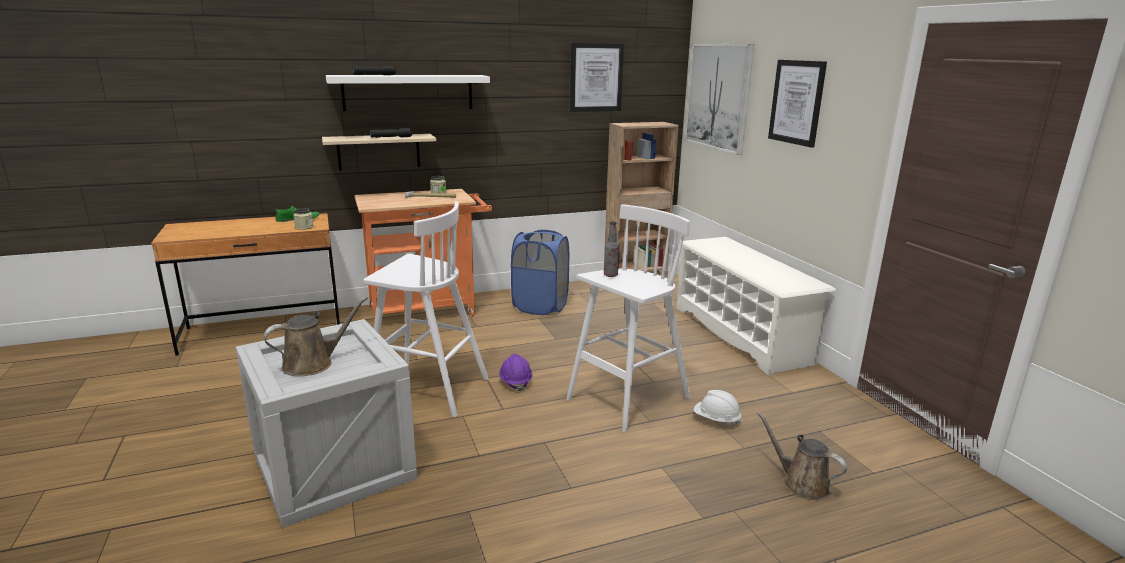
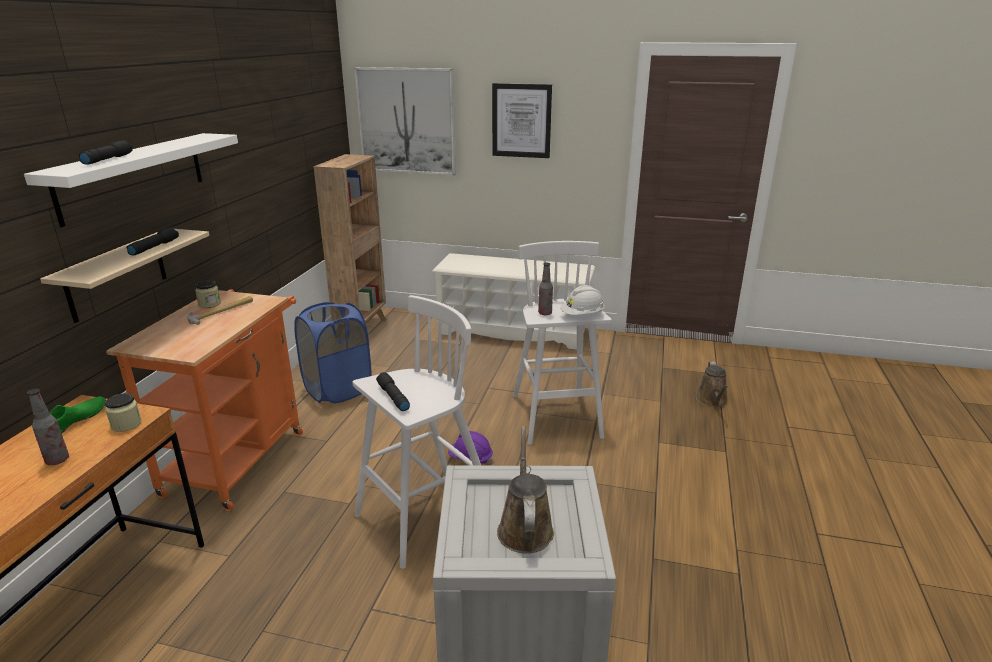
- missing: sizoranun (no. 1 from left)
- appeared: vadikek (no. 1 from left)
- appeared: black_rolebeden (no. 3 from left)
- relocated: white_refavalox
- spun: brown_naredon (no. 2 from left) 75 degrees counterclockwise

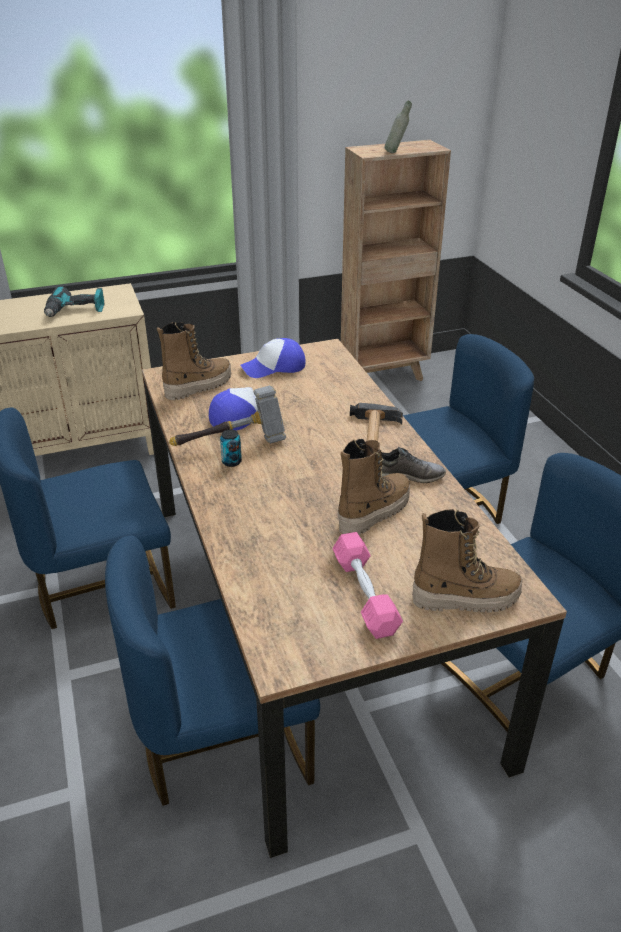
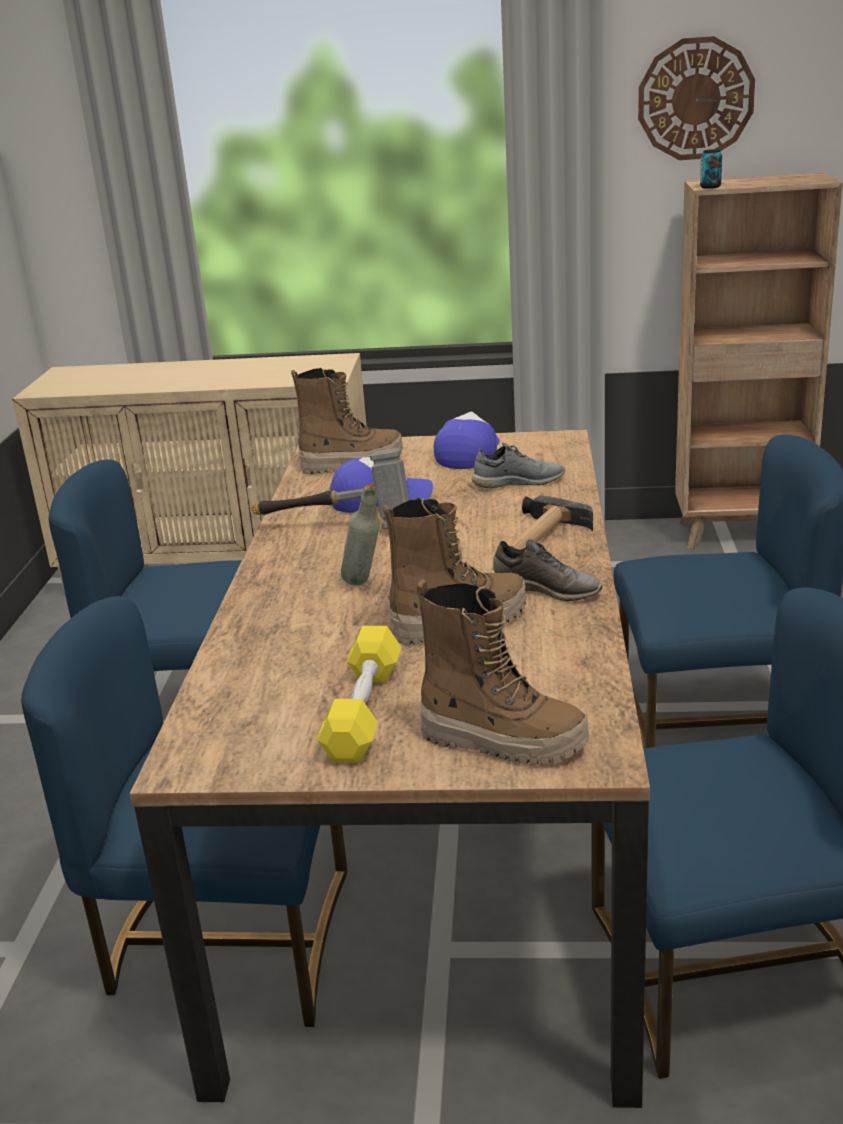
- missing: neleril
- appeared: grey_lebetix (no. 1 from left)
- appeared: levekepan
- relocated: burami
- relocated: grey_vadikek
- colour: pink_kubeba to yellow_kubeba
- spun: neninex (no. 2 from left) 105 degrees clockwise

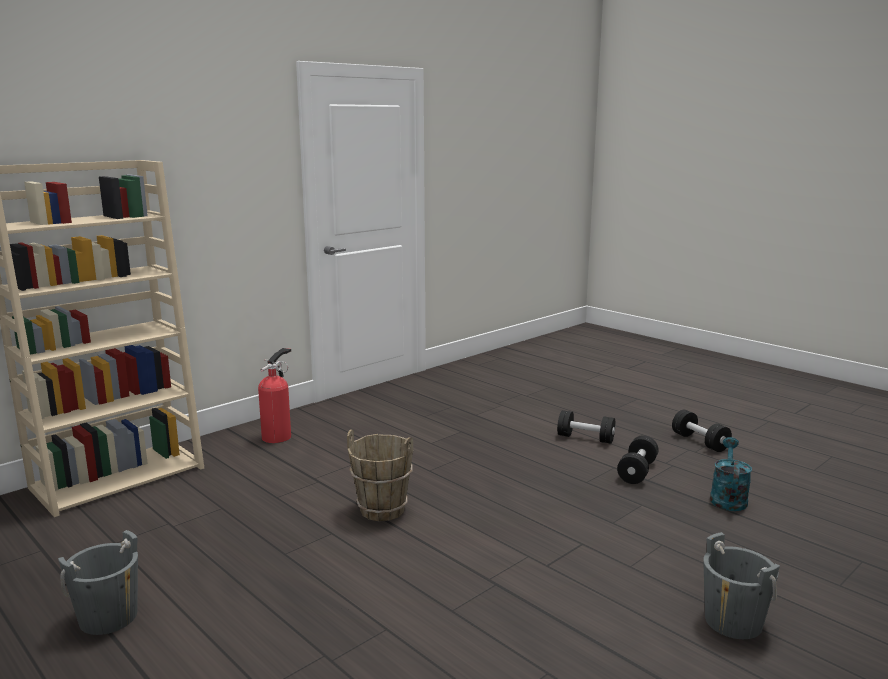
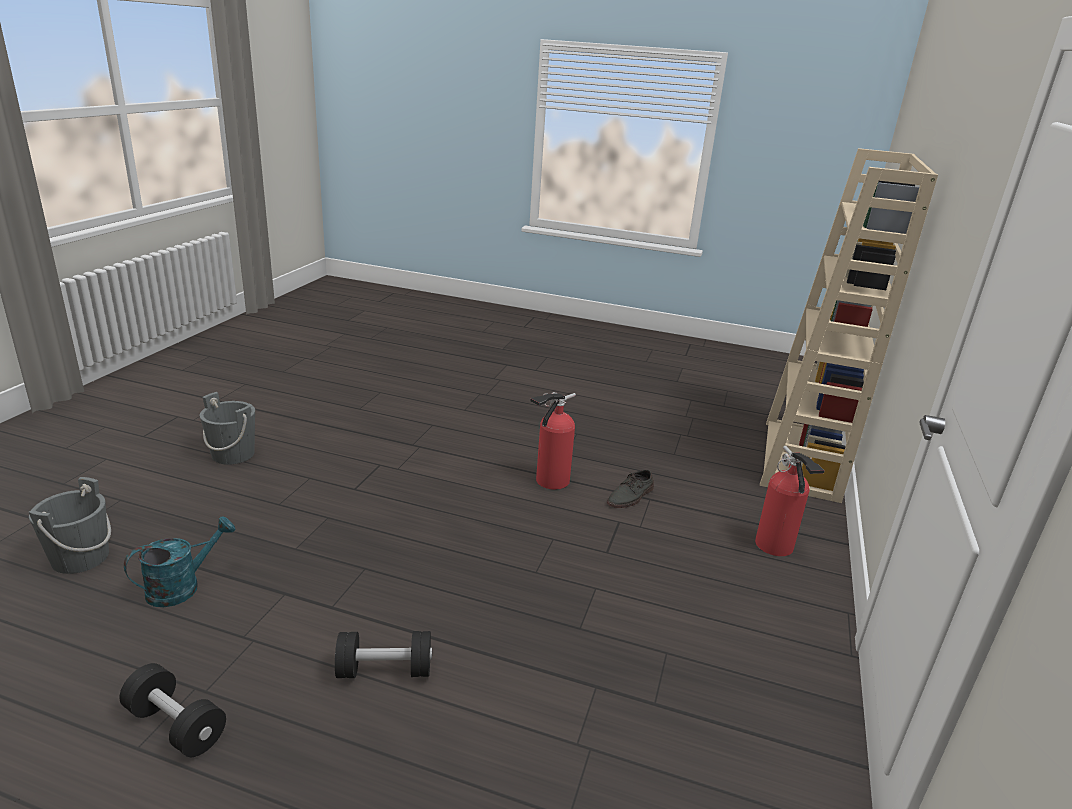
- missing: black_kubeba (no. 2 from left)
- appeared: grey_lebetix
- relocated: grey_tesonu (no. 1 from left)
- exchanged: brown_tesonu to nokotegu (no. 1 from left)
- spun: turquoise_naredon 120 degrees counterclockwise

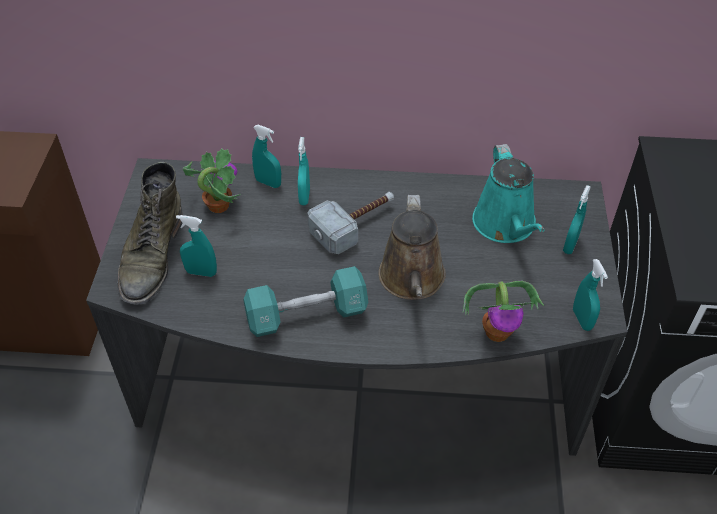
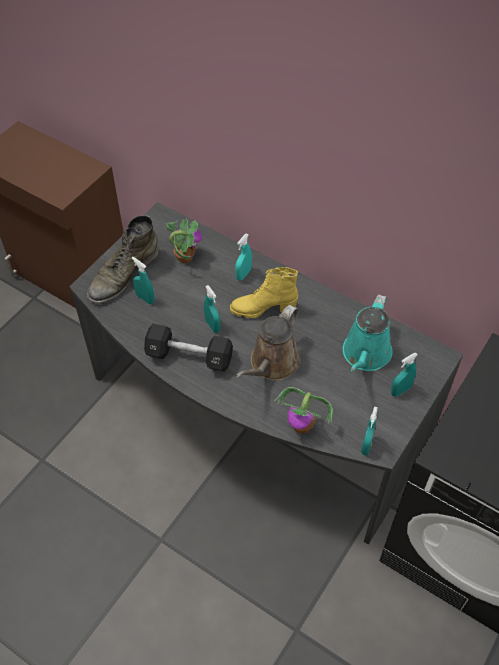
- relocated: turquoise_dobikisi (no. 2 from left)
- exchanged: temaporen to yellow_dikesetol
- colour: turquoise_kubeba to black_kubeba

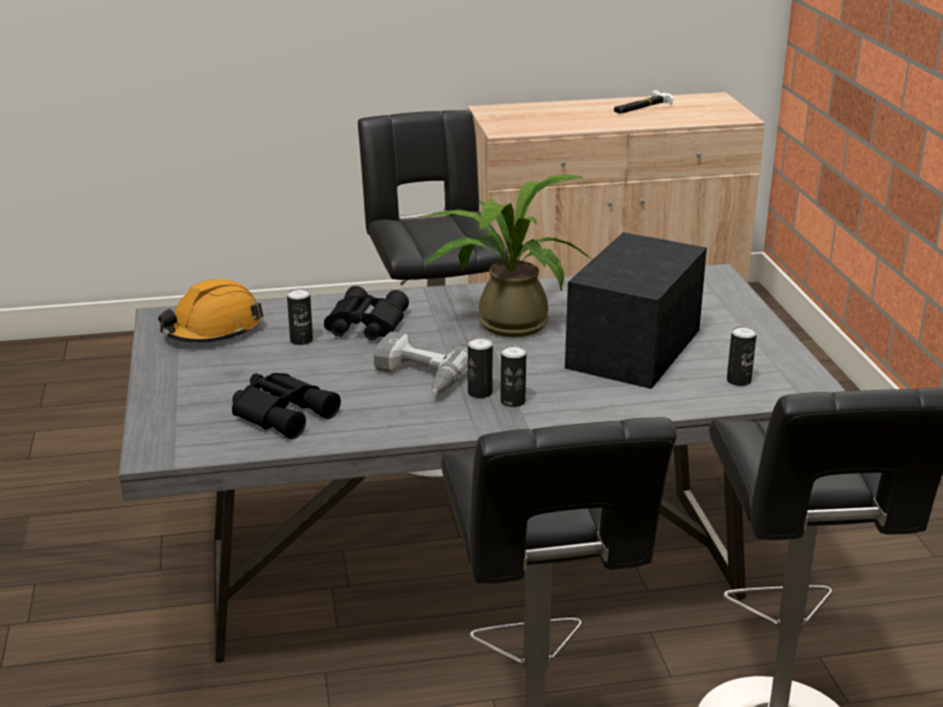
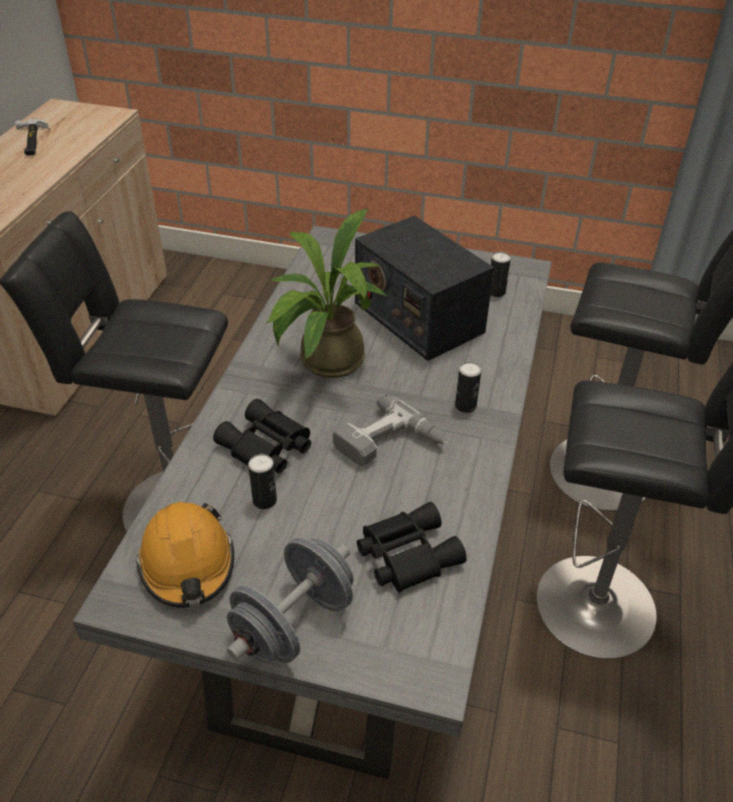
- missing: burami (no. 2 from left)
- appeared: grey_kubeba

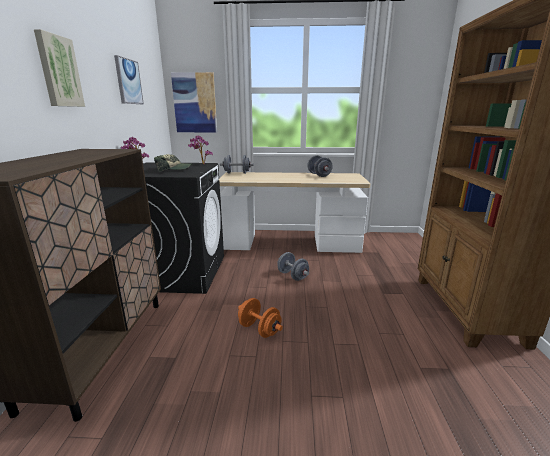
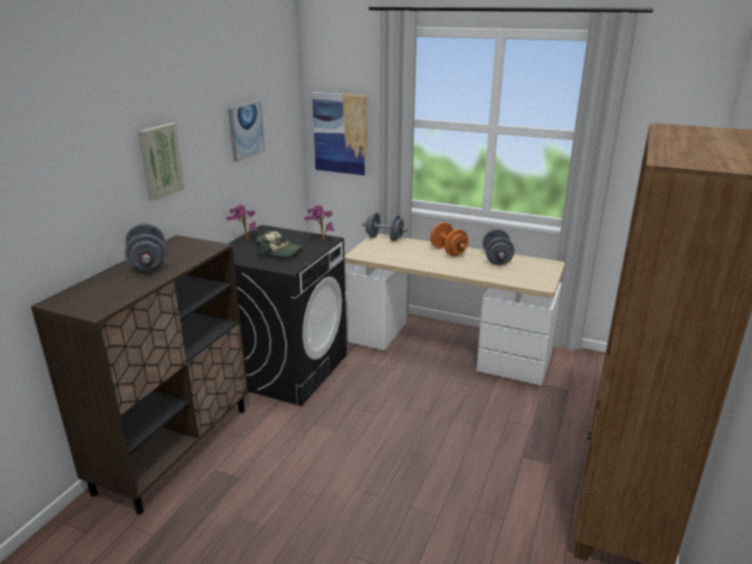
- relocated: orange_kubeba
- relocated: grey_kubeba (no. 2 from left in the first image) to grey_kubeba (no. 1 from left)

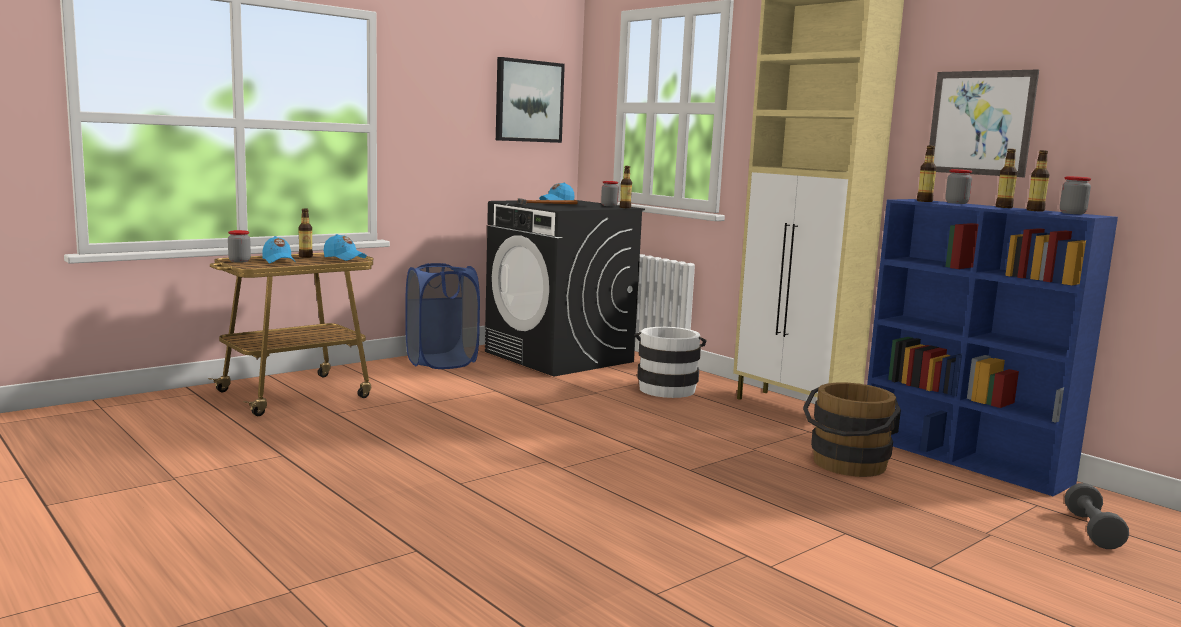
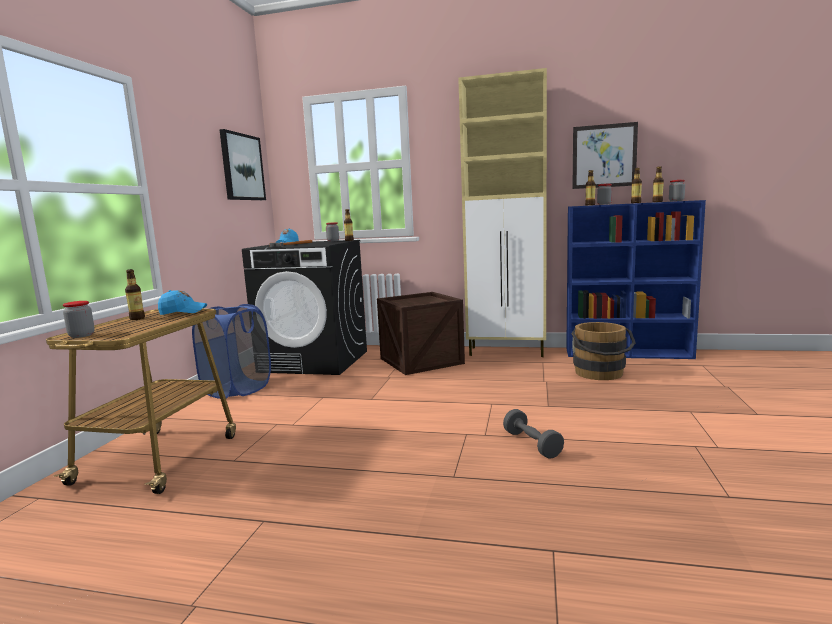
- missing: blue_neninex (no. 1 from left)
- relocated: grey_kubeba
- exchanged: white_tesonu to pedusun

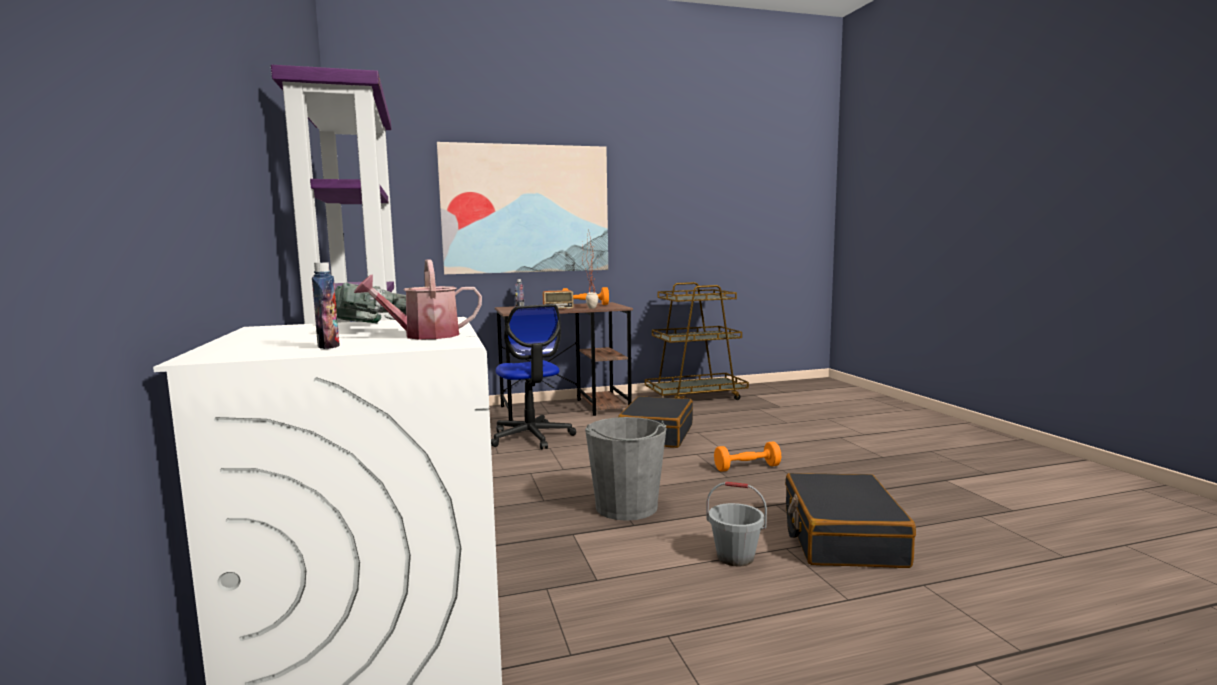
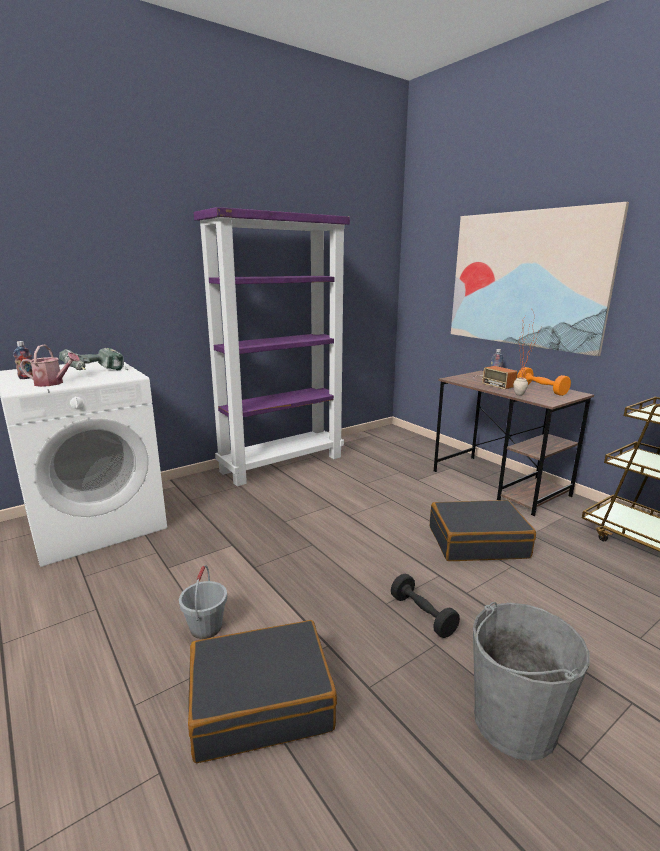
- missing: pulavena
- relocated: grey_tesonu (no. 1 from left in the first image) to grey_tesonu (no. 2 from left)
- colour: orange_kubeba (no. 2 from left) to black_kubeba
- spun: naredon 135 degrees clockwise

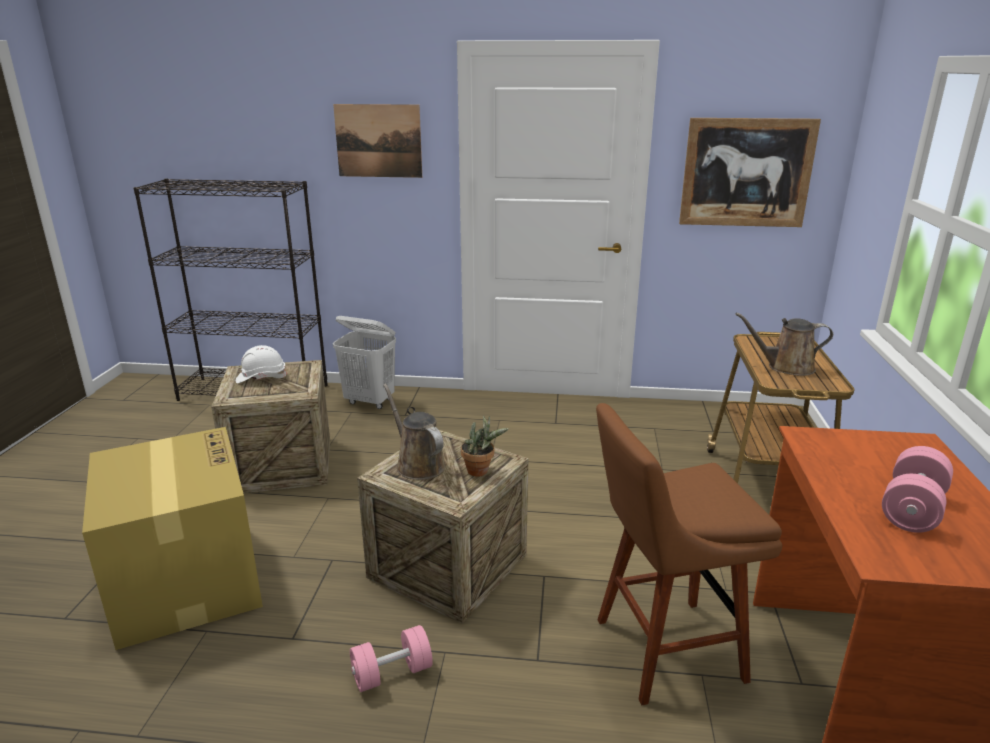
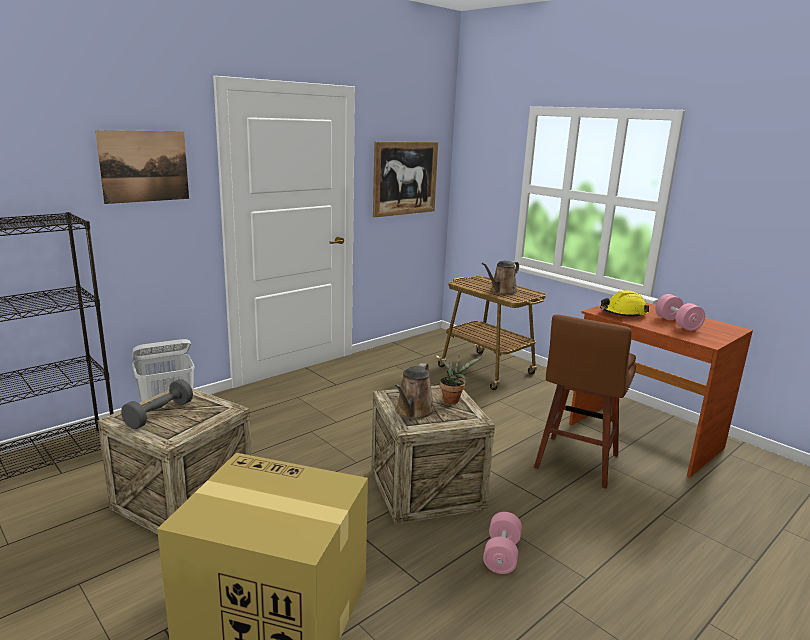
- appeared: yellow_refavalox
- exchanged: white_refavalox to grey_kubeba
- spun: brown_naredon (no. 1 from left) 75 degrees counterclockwise

